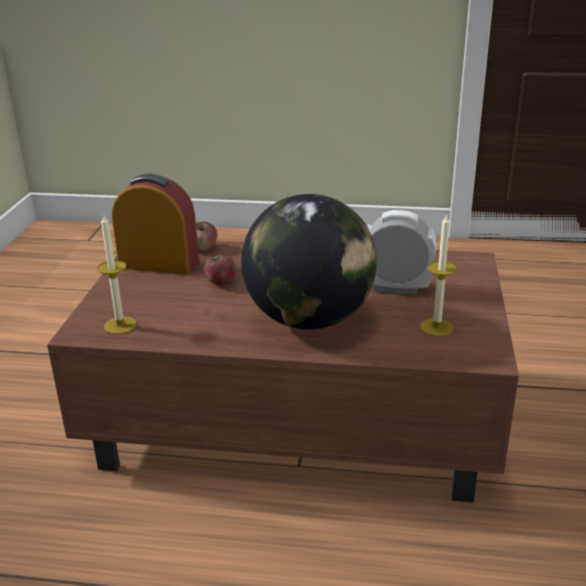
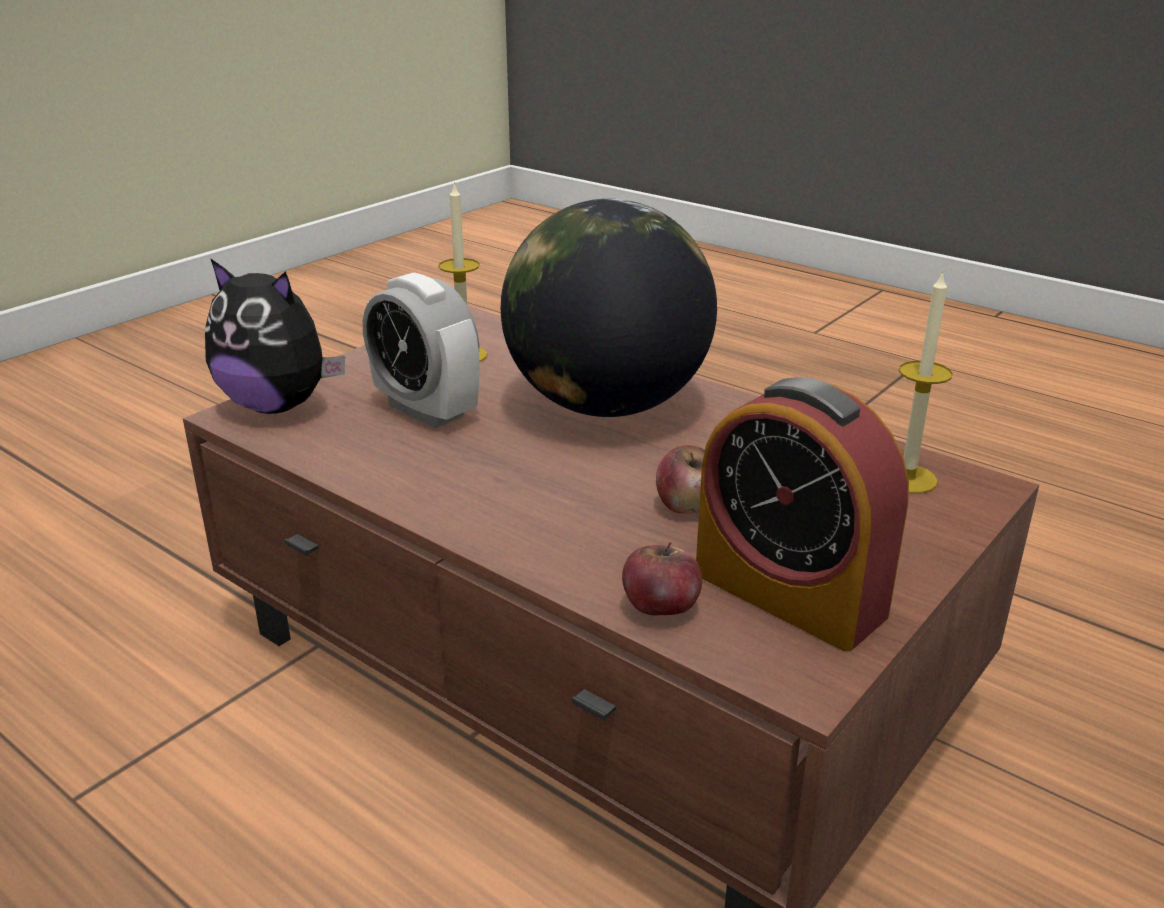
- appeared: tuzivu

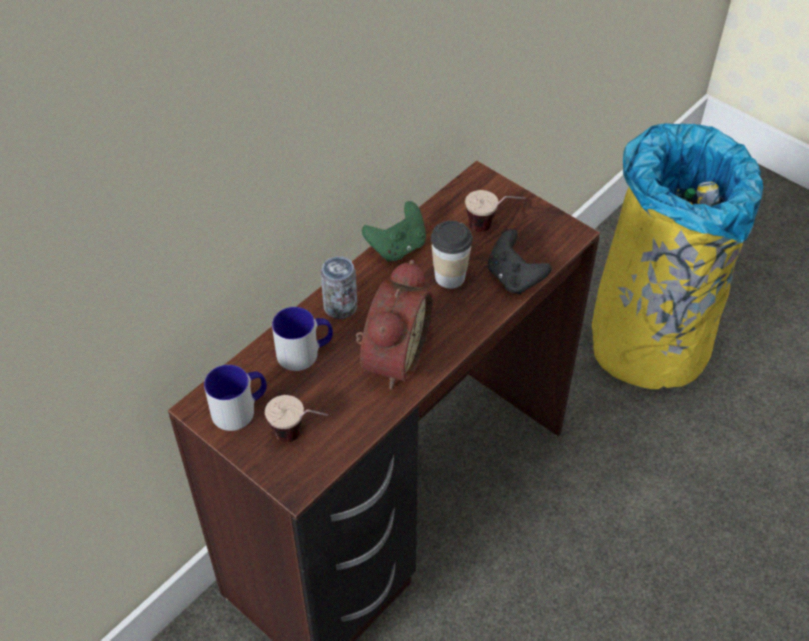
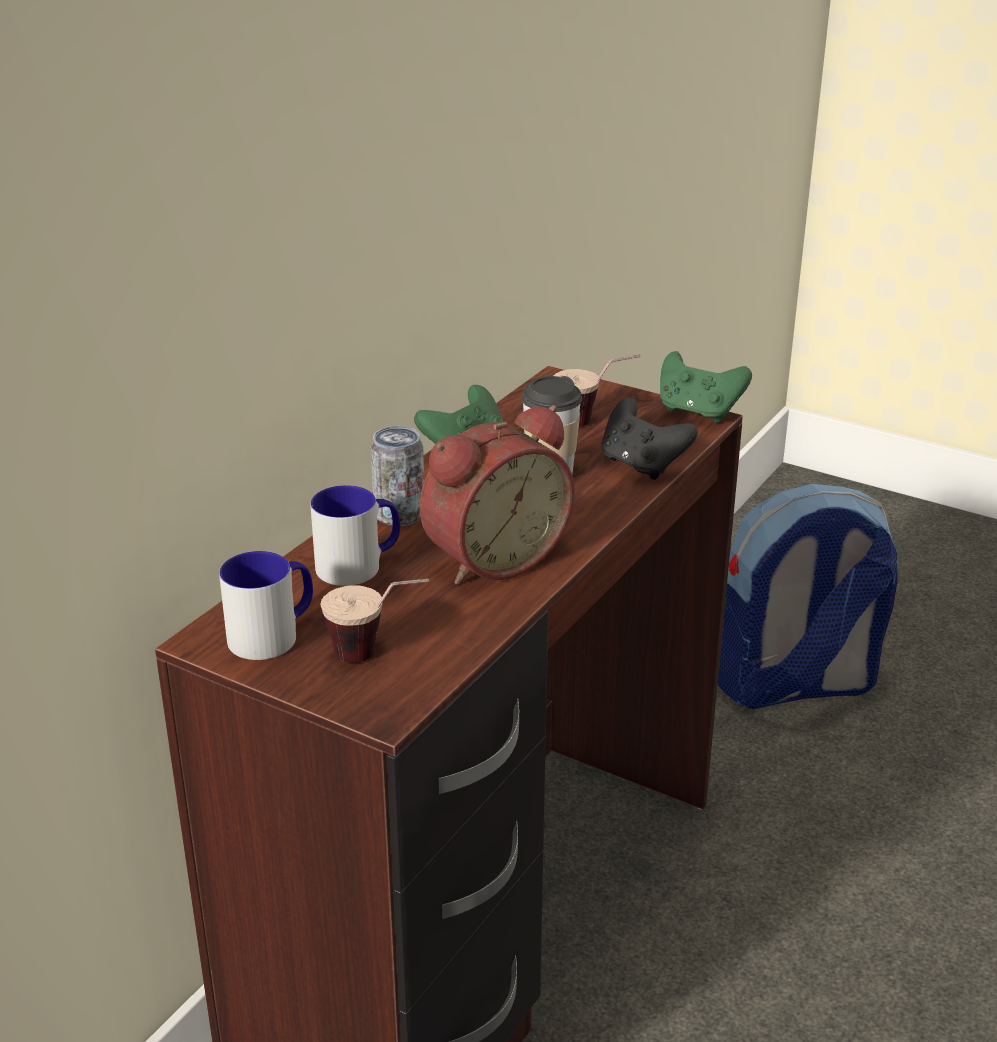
- appeared: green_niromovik (no. 2 from left)
- exchanged: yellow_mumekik to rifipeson
- spun: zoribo 45 degrees clockwise

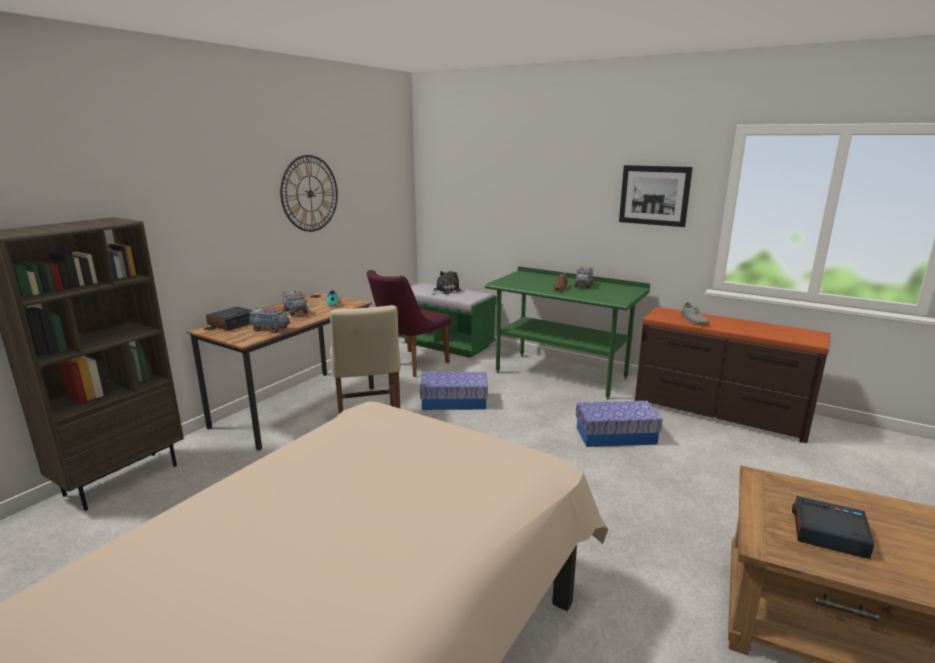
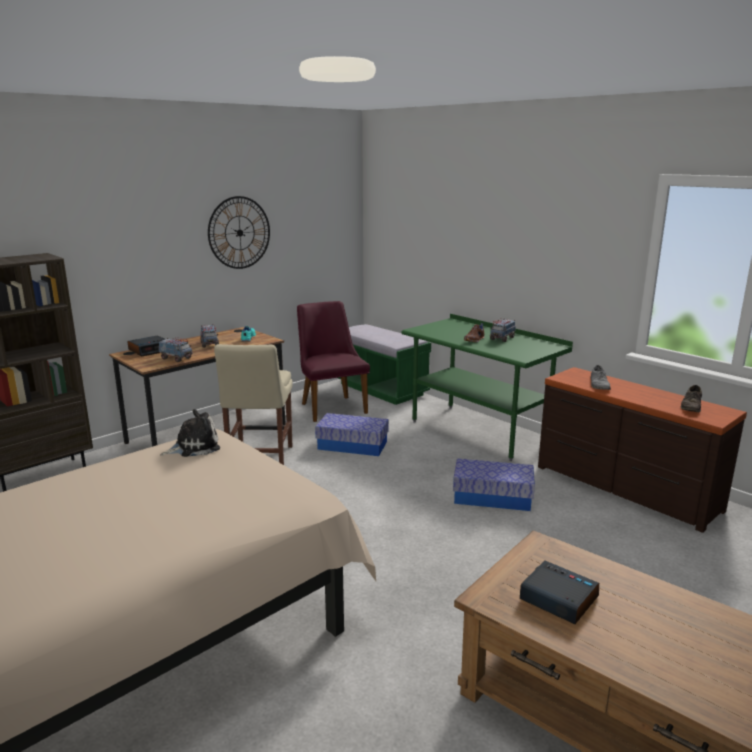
- missing: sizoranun
- appeared: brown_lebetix (no. 2 from left)
- relocated: tuzivu
- spun: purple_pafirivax 105 degrees clockwise

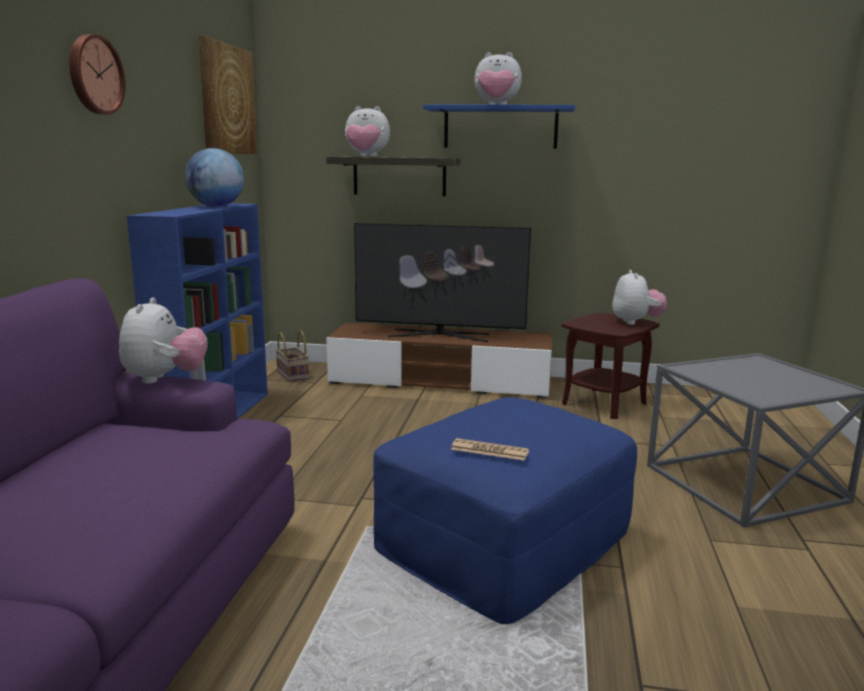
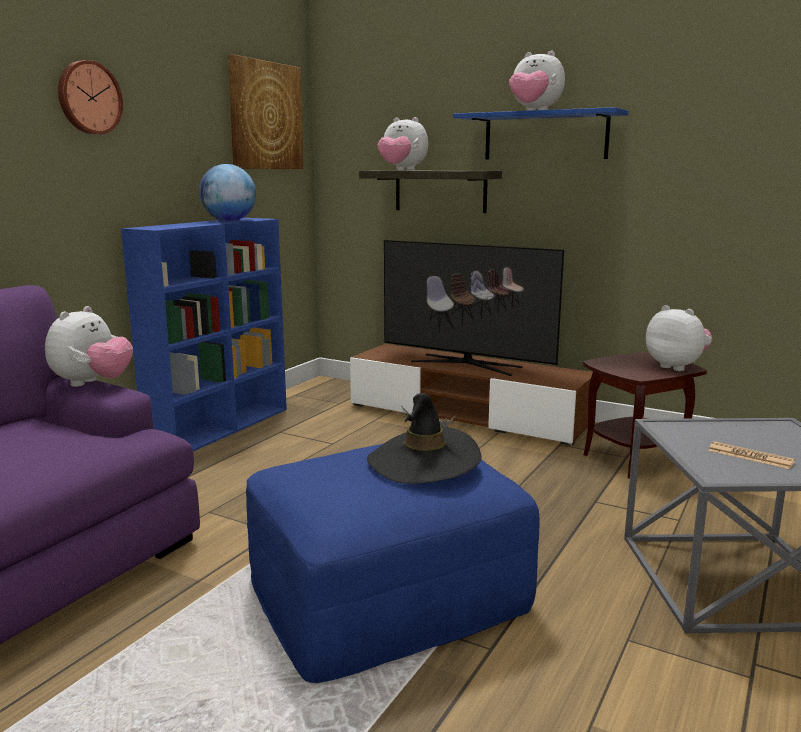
- missing: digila
- appeared: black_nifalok
- relocated: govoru
- spun: tuzivu (no. 4 from left) 60 degrees counterclockwise

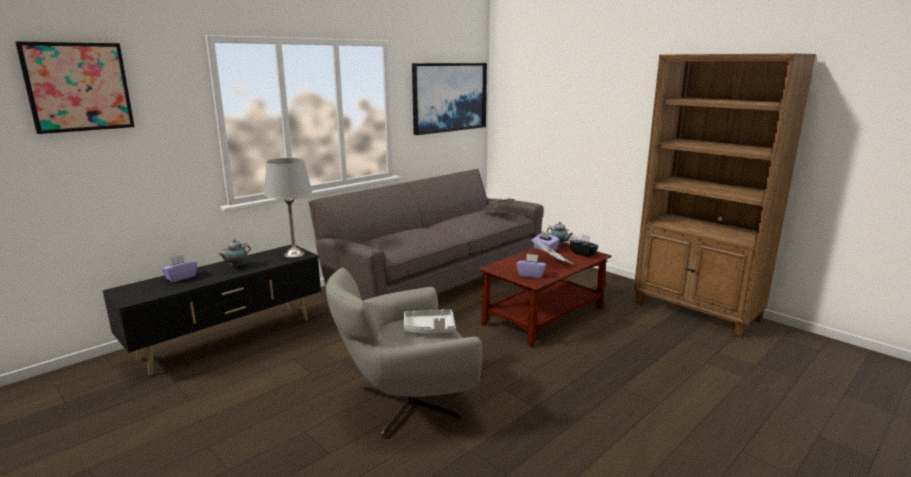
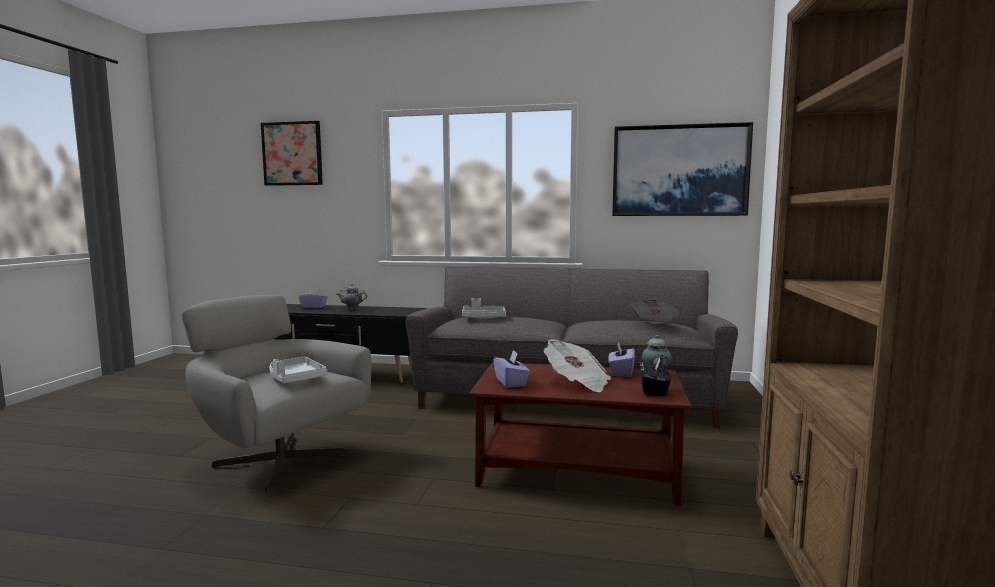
- missing: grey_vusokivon
- appeared: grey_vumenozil (no. 2 from left)

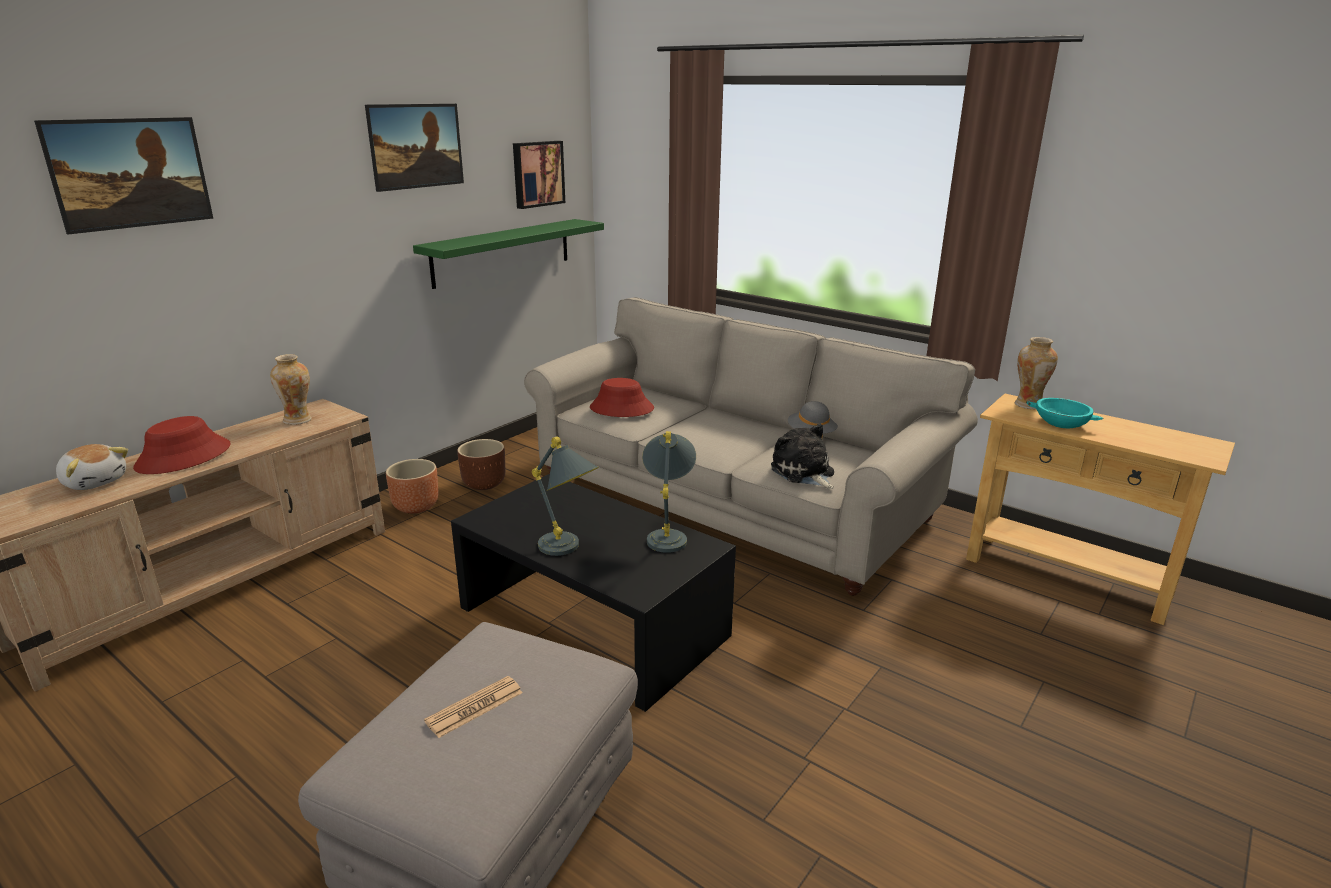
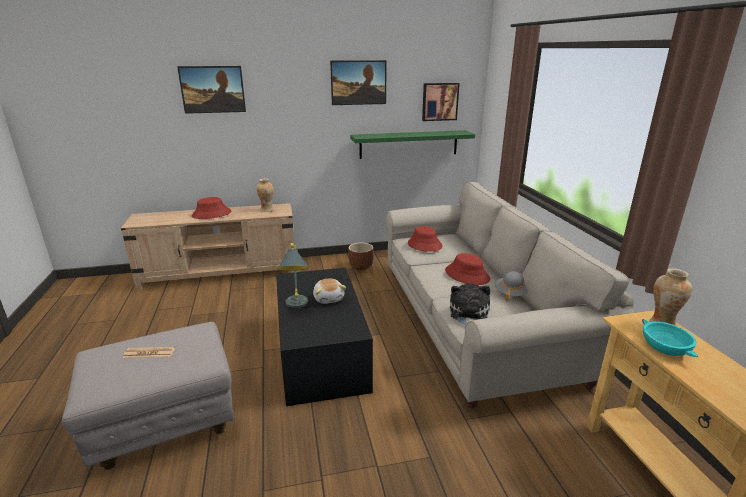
- missing: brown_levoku (no. 1 from left)
- missing: grey_vusokivon (no. 2 from left)
- appeared: red_nifalok (no. 3 from left)
- relocated: tuzivu (no. 1 from left)

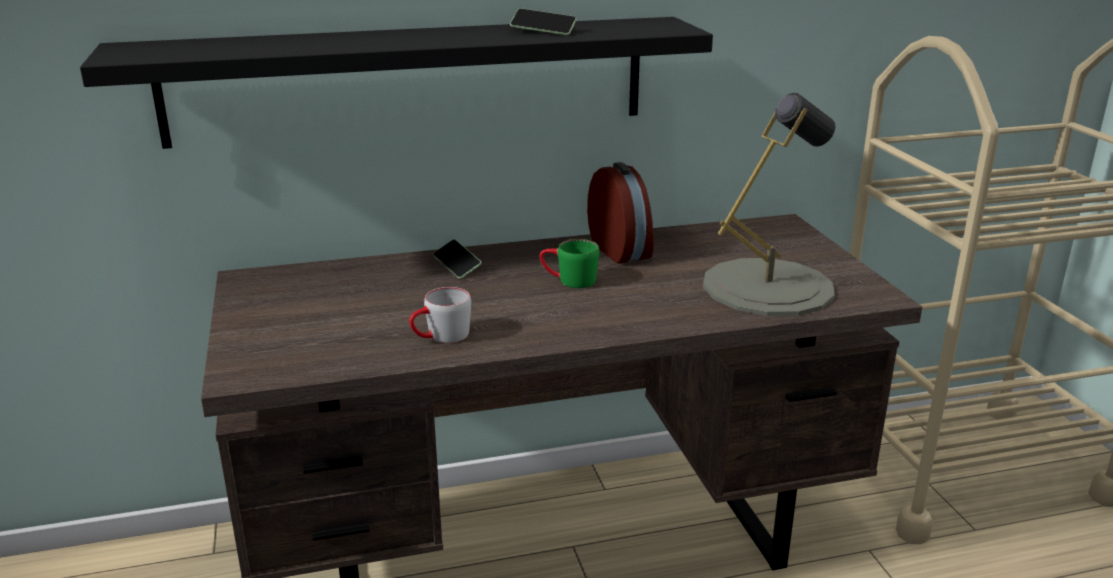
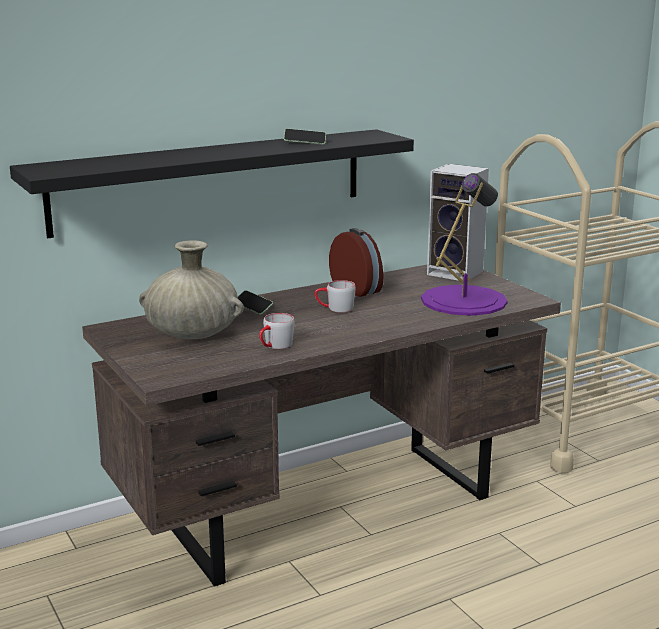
- appeared: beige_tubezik
- appeared: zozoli
- colour: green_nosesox to grey_nosesox (no. 2 from left)
- colour: grey_vusokivon to purple_vusokivon

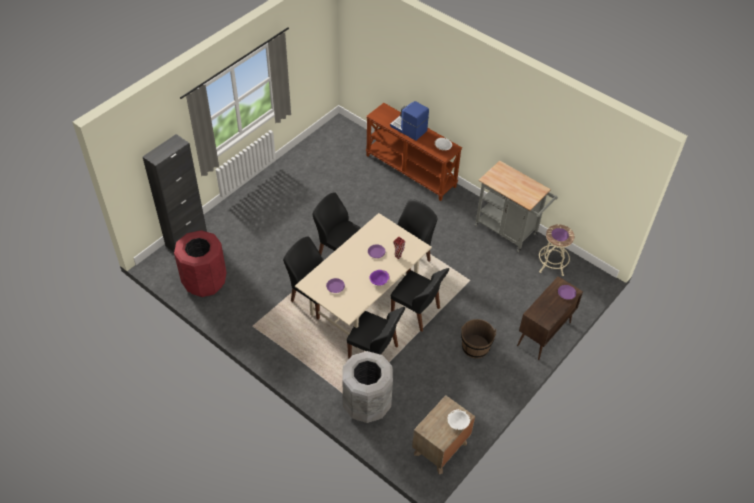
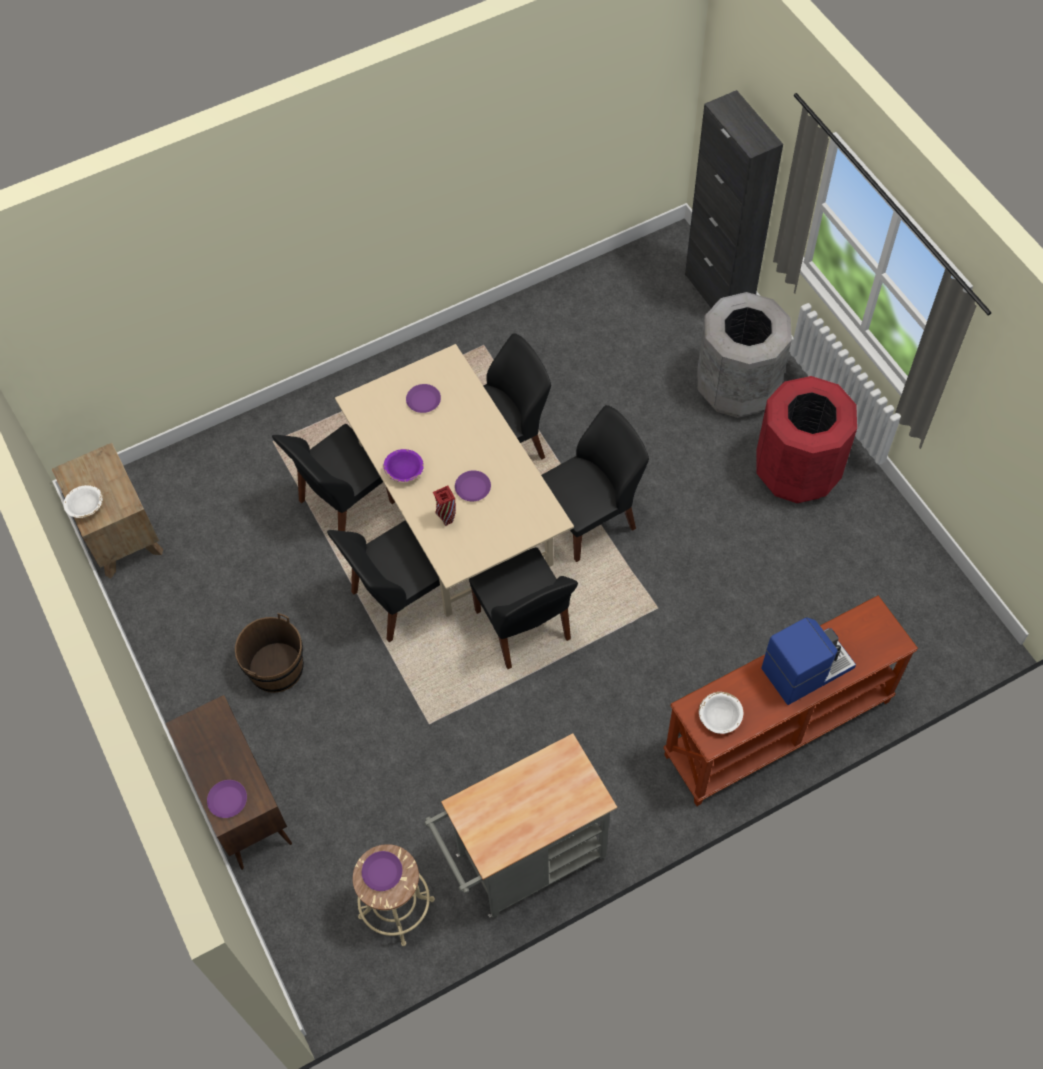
- relocated: red_mumekik
- relocated: grey_mumekik

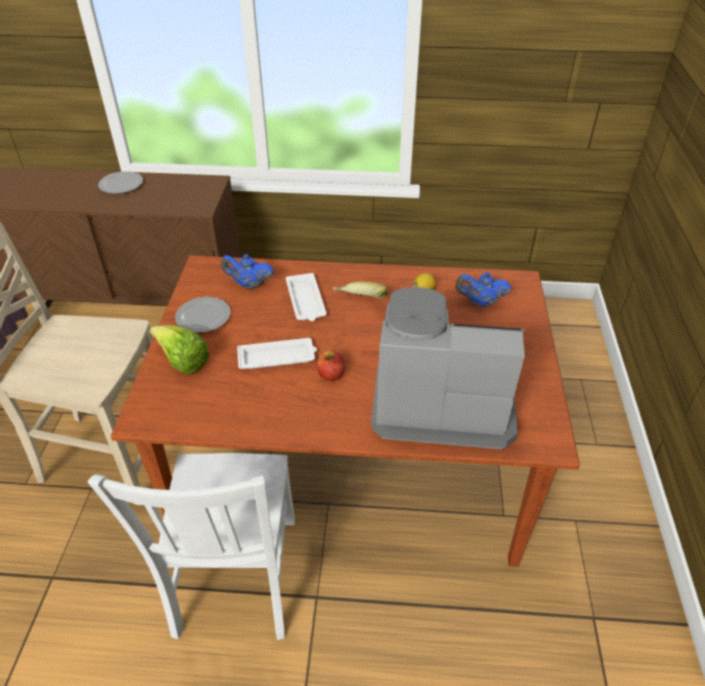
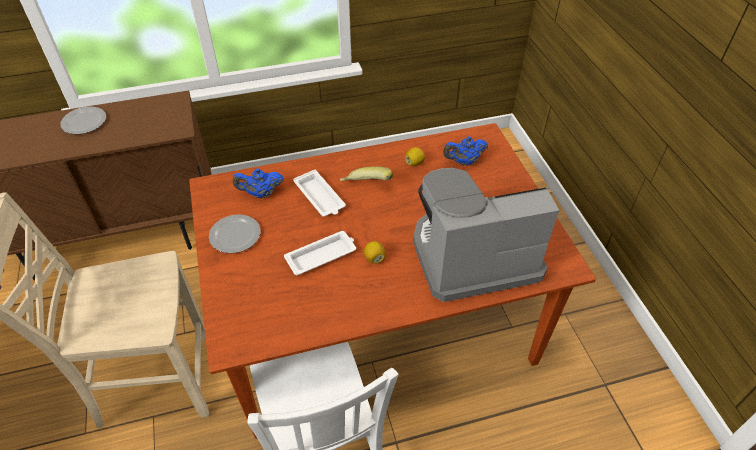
- missing: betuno
- exchanged: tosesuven to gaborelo (no. 1 from left)

